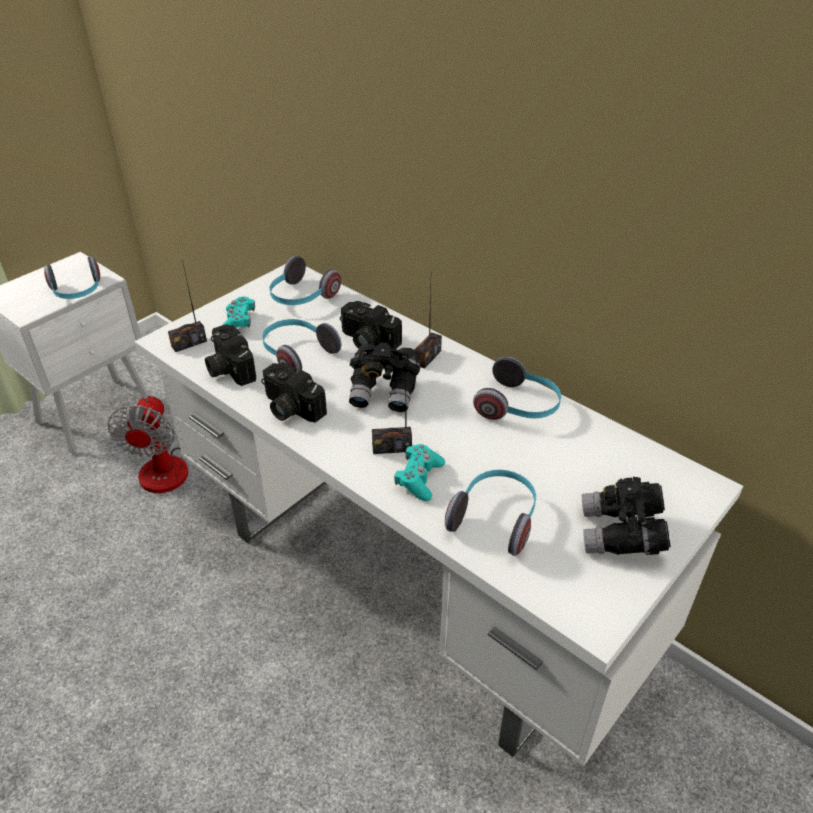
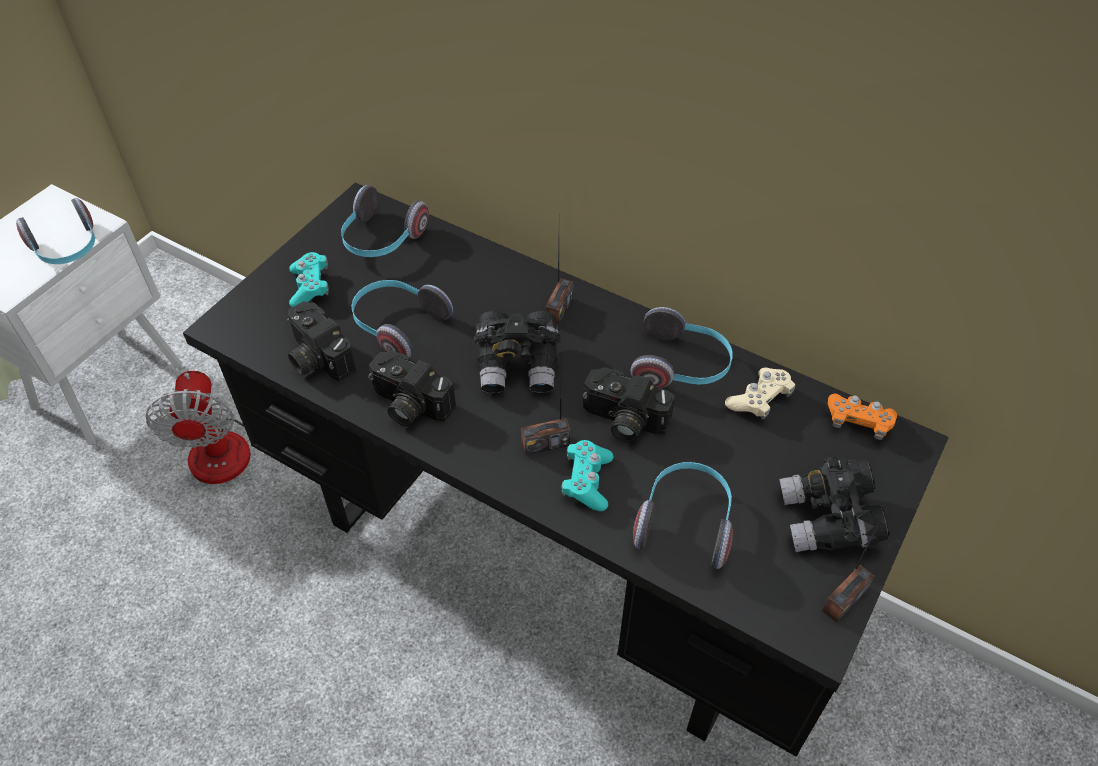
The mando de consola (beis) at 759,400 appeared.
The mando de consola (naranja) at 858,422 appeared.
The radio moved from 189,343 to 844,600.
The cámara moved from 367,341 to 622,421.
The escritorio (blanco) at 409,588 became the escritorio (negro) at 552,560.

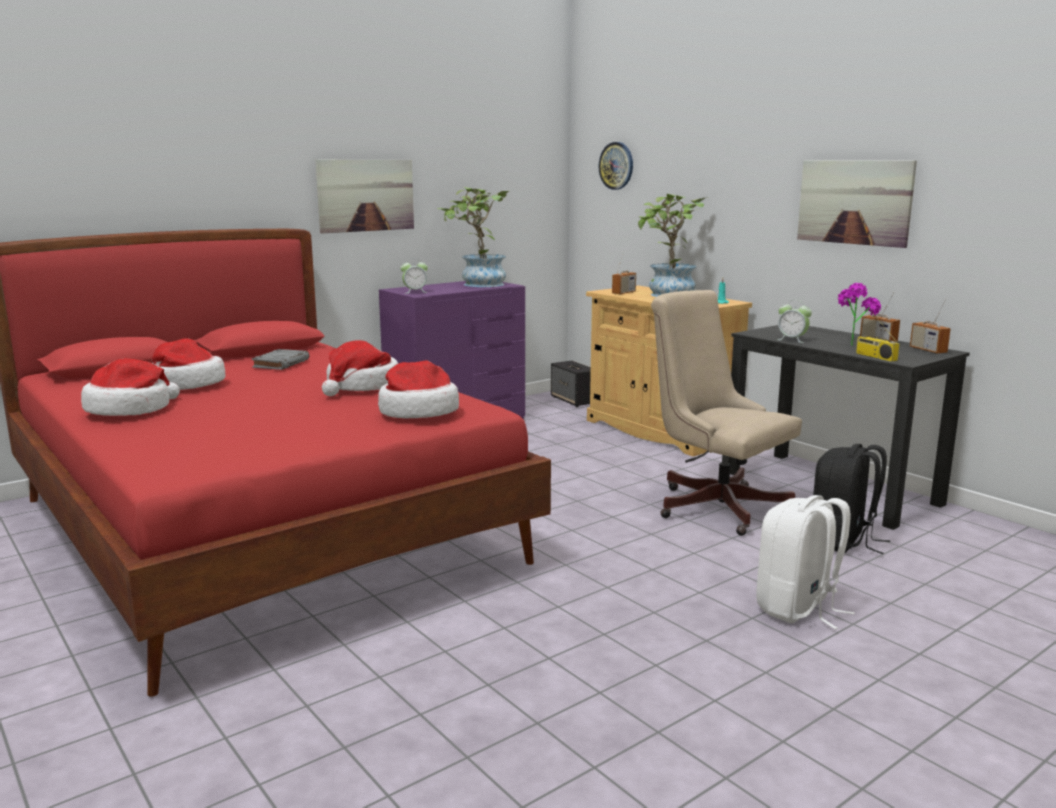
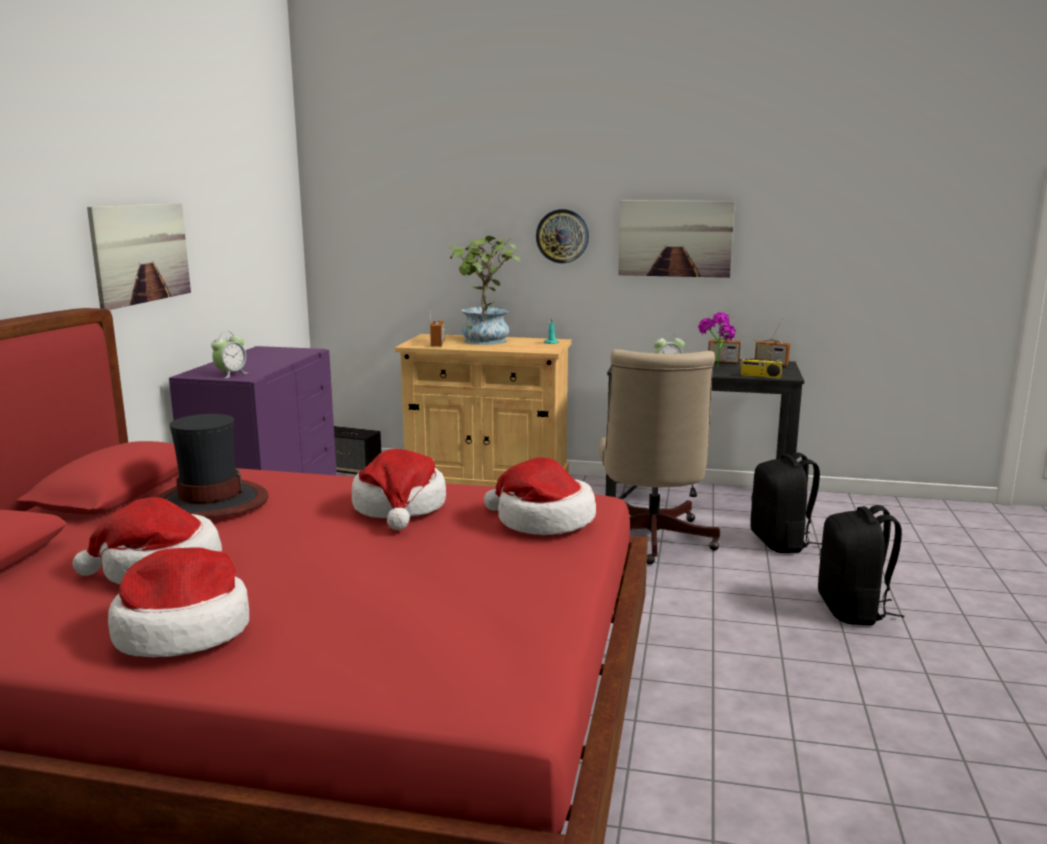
The planta en maceta at 478,284 disappeared.
The reloj de pared moved from 616,166 to 562,236.
The libro (gris) at 281,363 was replaced by the sombrero at 209,503.
The mochila (blanco) at 798,609 became the mochila (negro) at 853,611.
The silla de oficina (beis) at 714,505 turned 90 degrees counterclockwise.

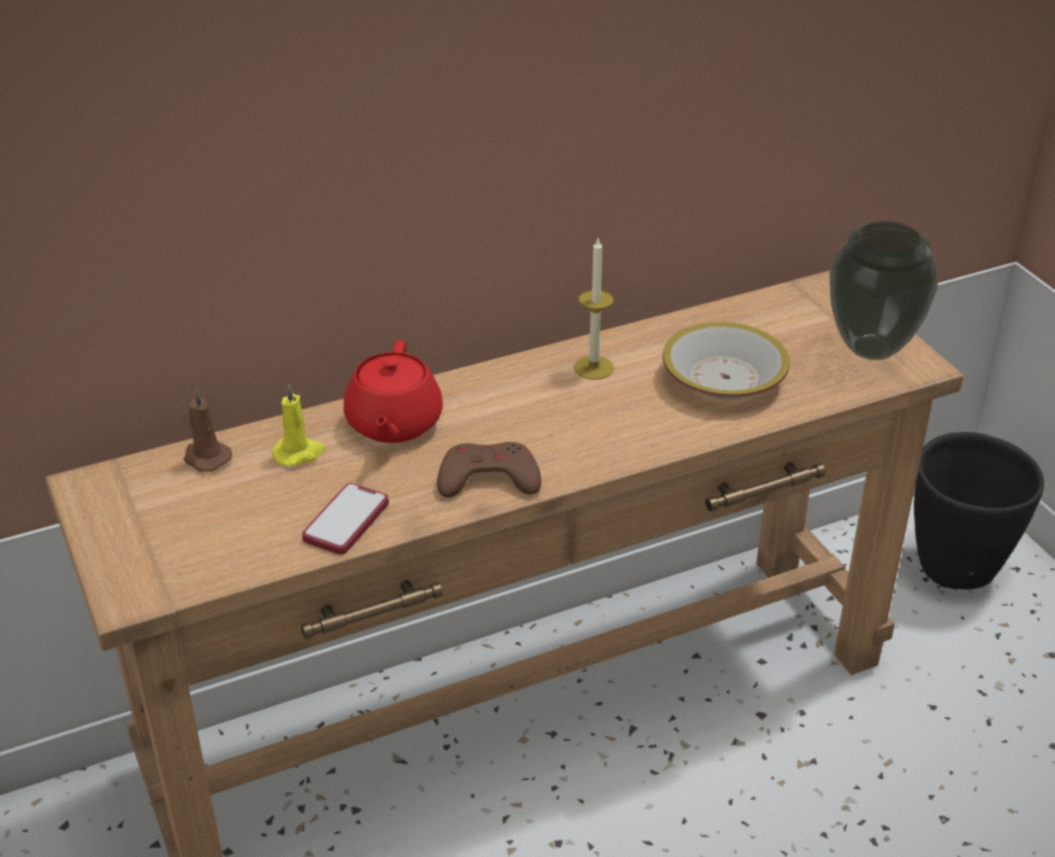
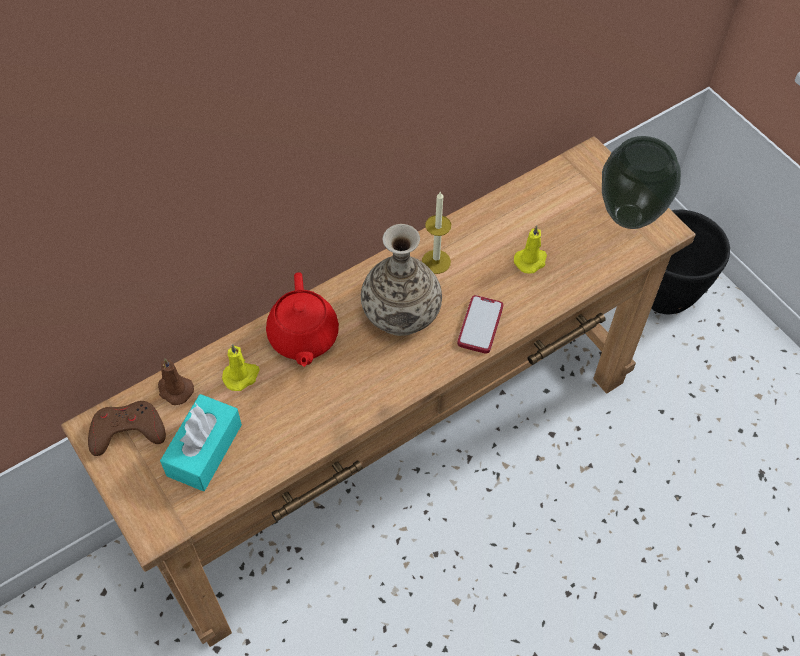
The caja de pañuelos (turquesa) at 204,450 appeared.
The florero at 400,312 appeared.
The móvil moved from 346,521 to 480,325.
The mando de consola (marrón) moved from 488,478 to 127,431.
The cuenco at 725,379 was replaced by the vela (amarillo) at 531,260.

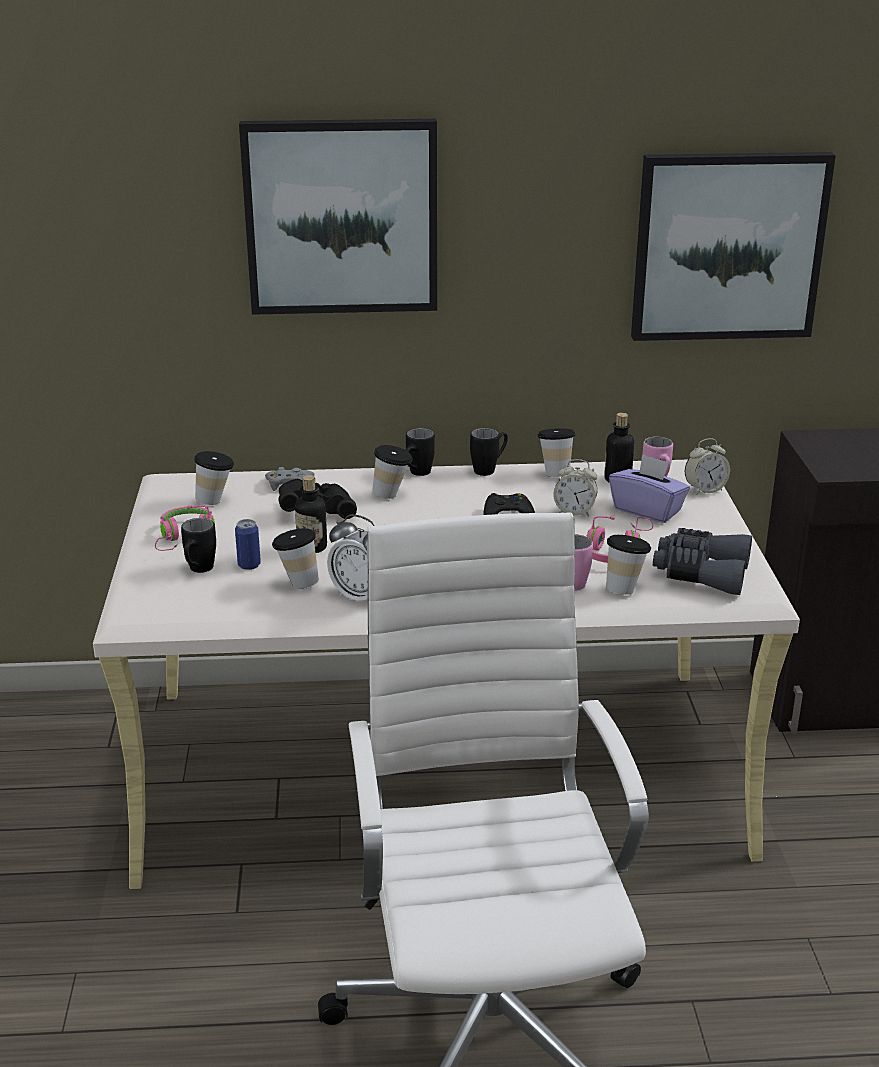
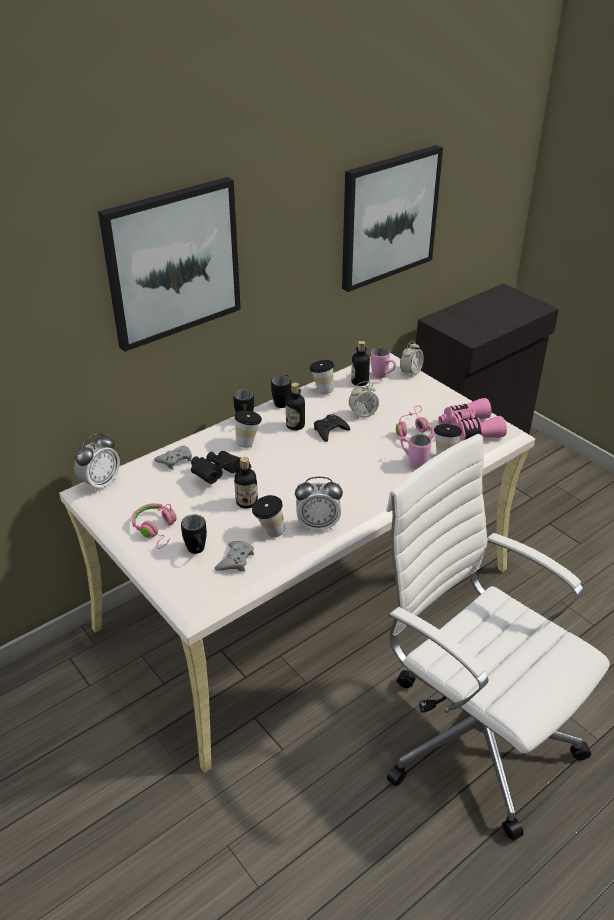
The taza at 216,501 disappeared.
The lata at 249,565 disappeared.
The caja de pañuelos (morado) at 647,510 disappeared.
The despertador at 100,483 appeared.
The mando de consola (gris) at 235,560 appeared.
The botella at 295,425 appeared.
The prismáticos (gris) at 701,573 became the prismáticos (rosa) at 468,429.

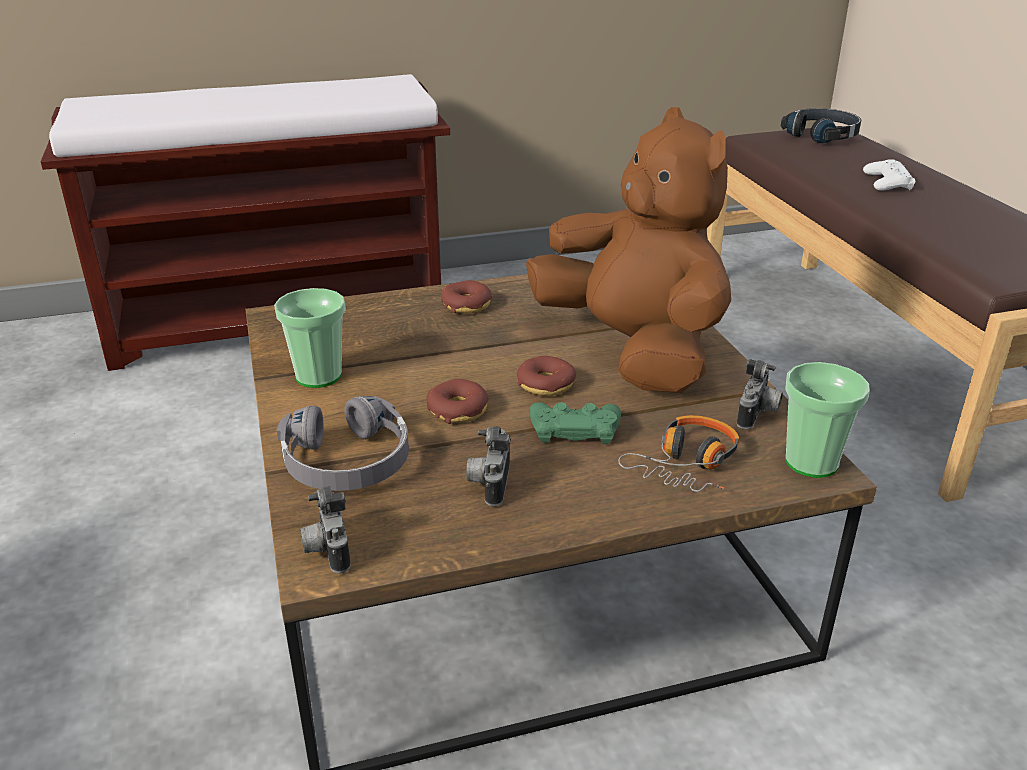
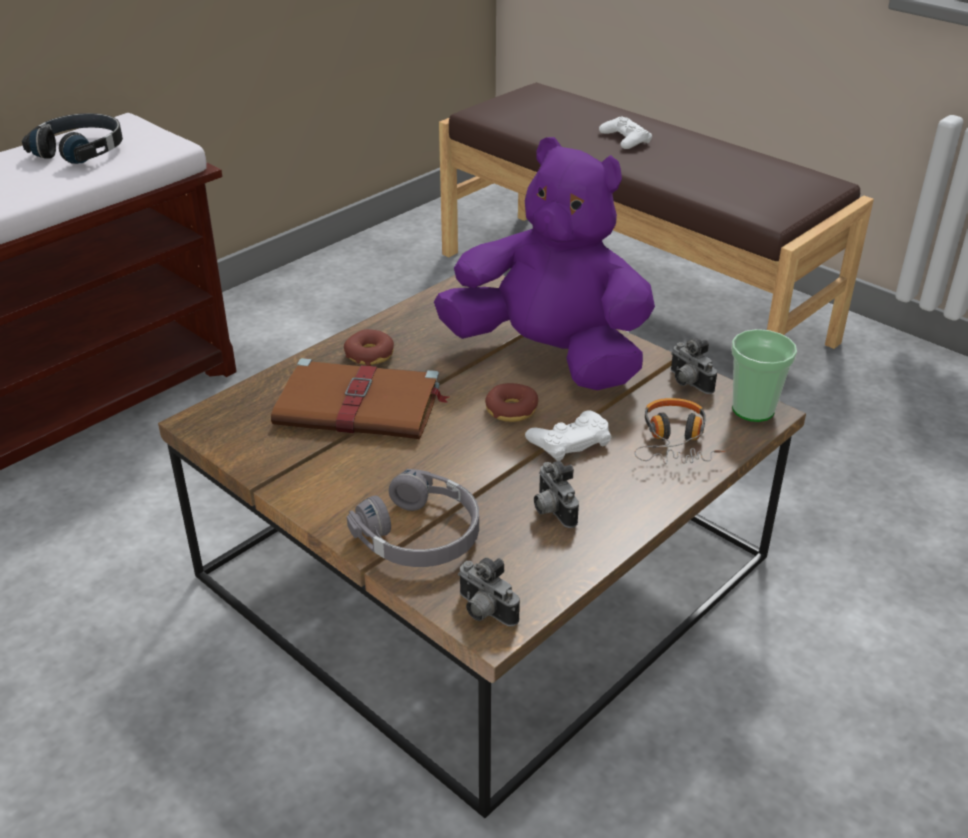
The taza at 318,376 disappeared.
The rosquilla at 458,410 disappeared.
The libro (marrón) at 361,406 appeared.
The auriculares (negro) moved from 822,135 to 81,150.
The peluche (marrón) at 633,351 became the peluche (morado) at 549,356.
The mando de consola (verde) at 574,429 became the mando de consola (blanco) at 569,441.
The cámara at 758,415 turned 150 degrees clockwise.

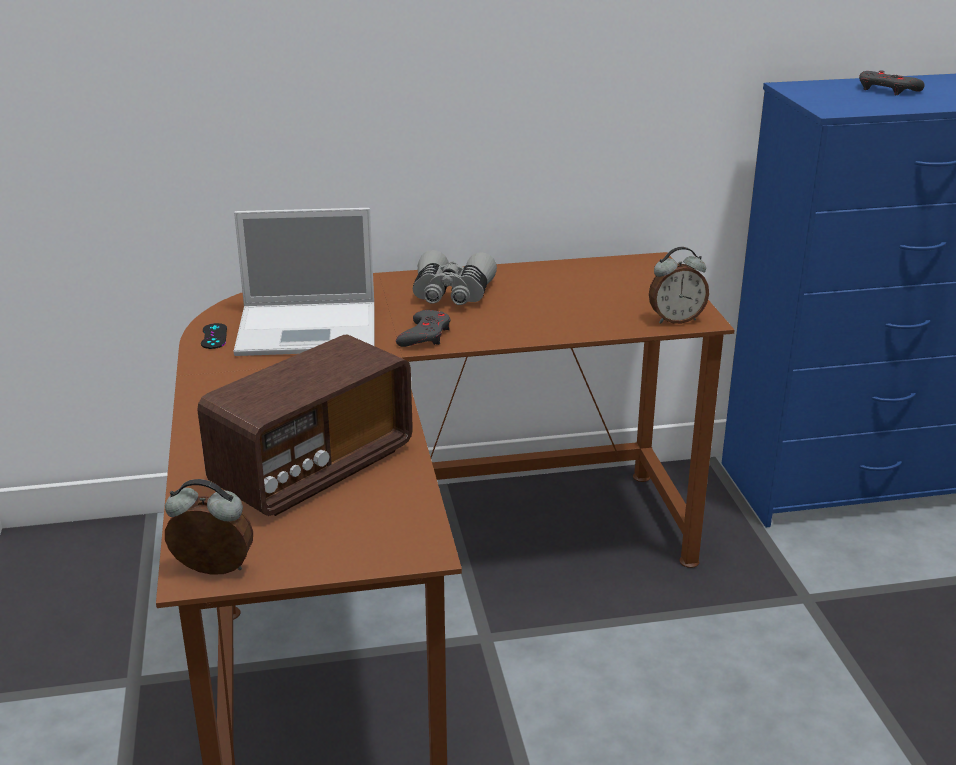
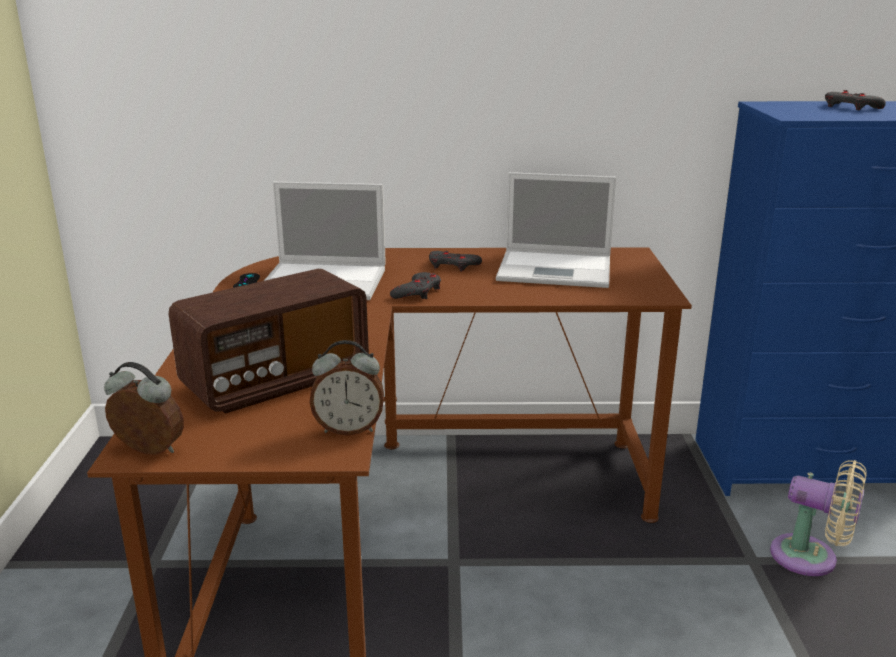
The portátil at 557,270 appeared.
The ventilador (beis) at 811,558 appeared.
The despertador moved from 675,319 to 349,429.
The prismáticos (gris) at 452,294 was replaced by the mando de consola (gris) at 453,265.

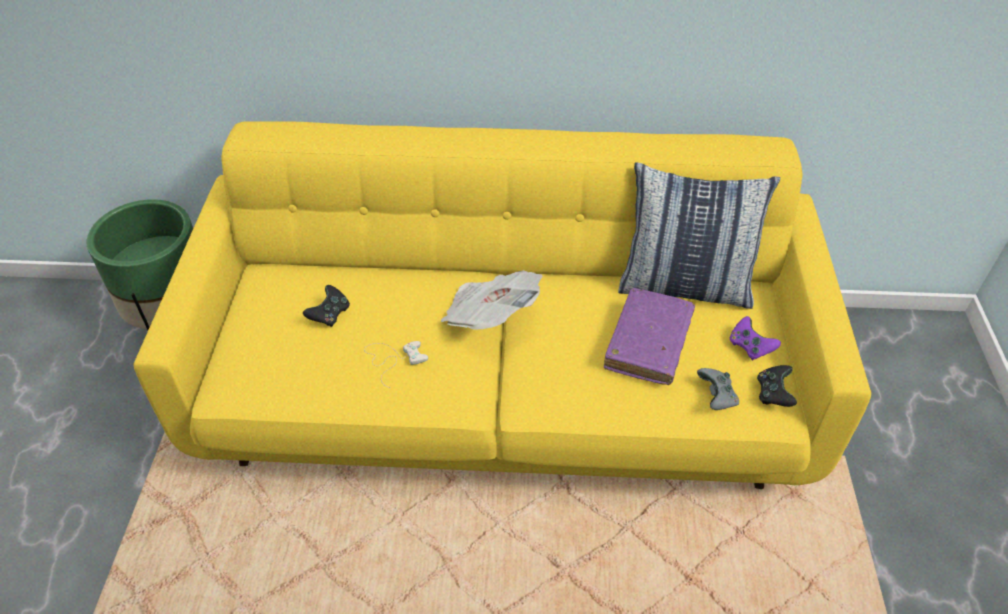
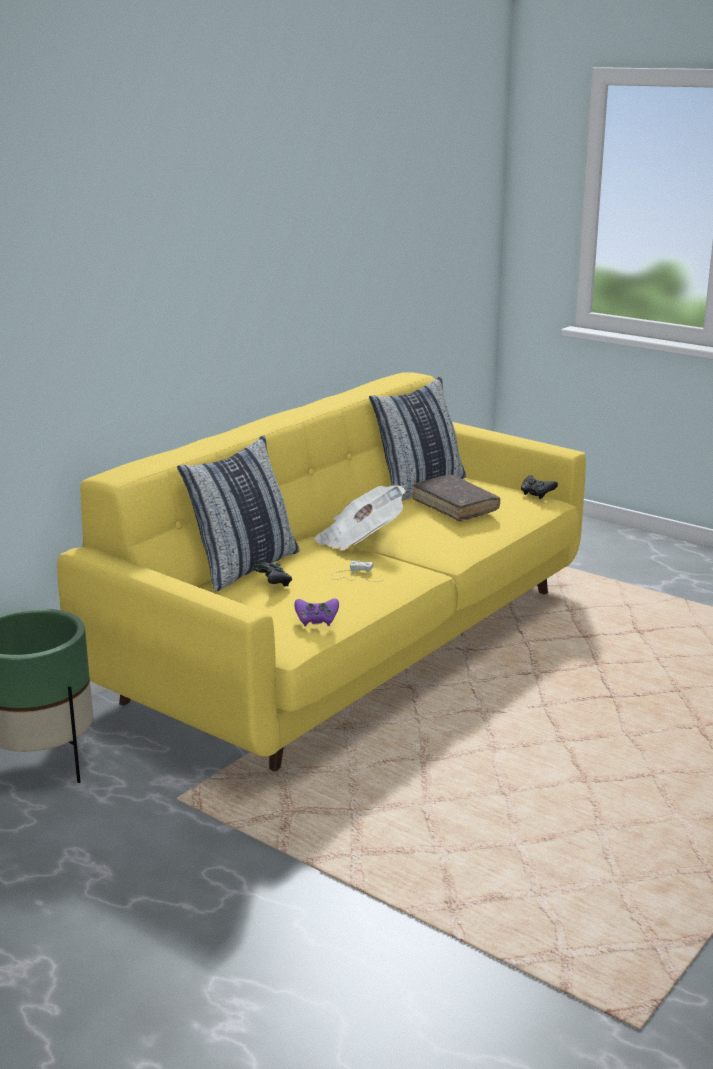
The mando de consola (gris) at 716,397 disappeared.
The cojín at 244,567 appeared.
The mando de consola (morado) moved from 749,347 to 316,621.
The libro (morado) at 648,343 became the libro (marrón) at 455,506.

